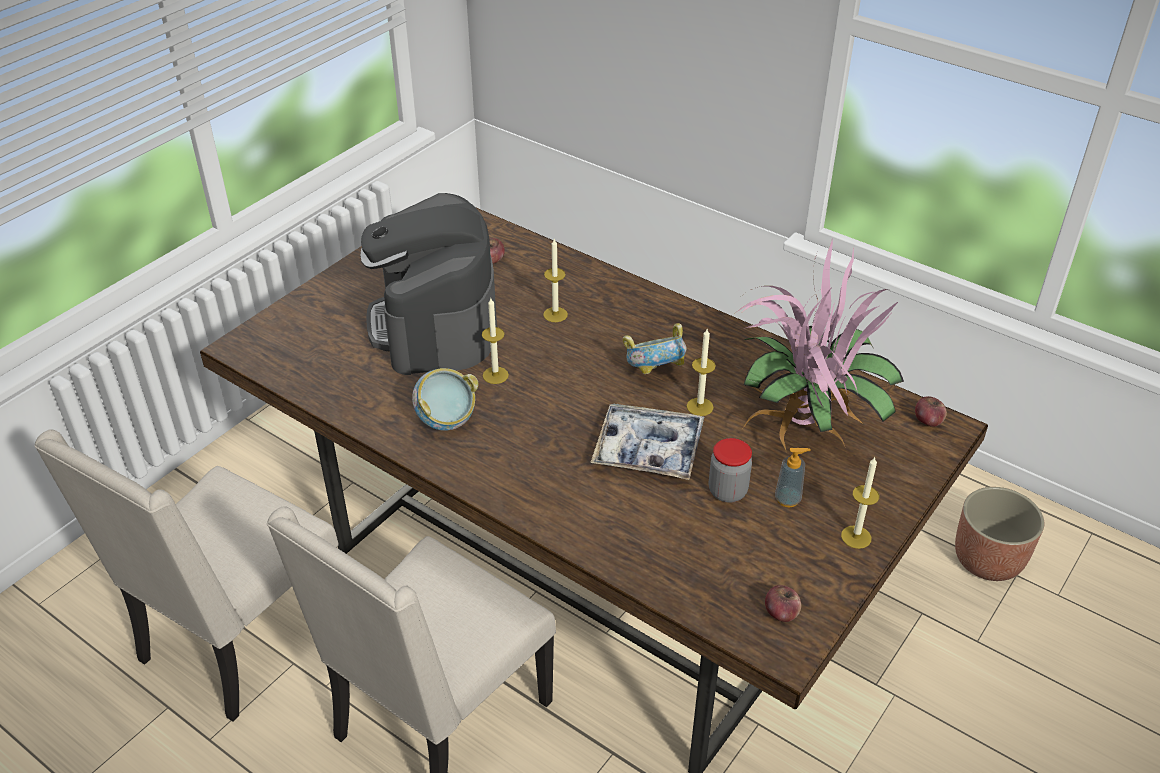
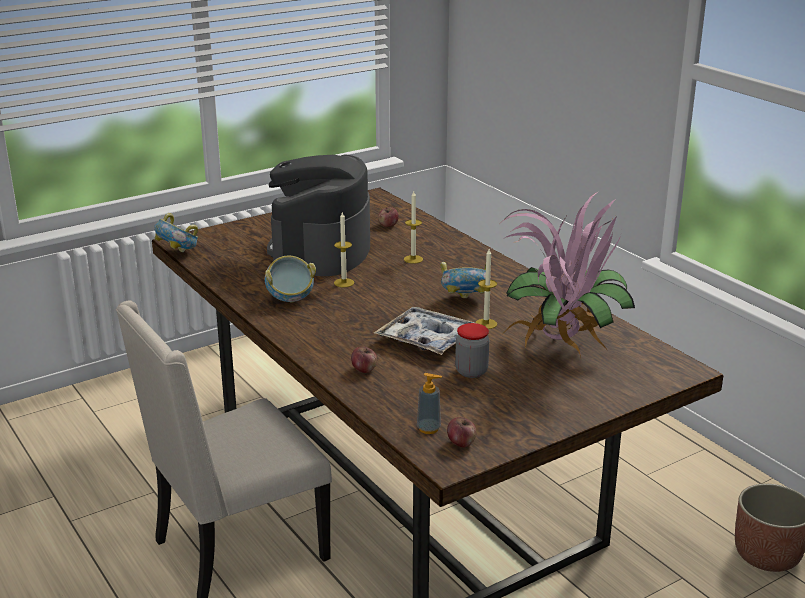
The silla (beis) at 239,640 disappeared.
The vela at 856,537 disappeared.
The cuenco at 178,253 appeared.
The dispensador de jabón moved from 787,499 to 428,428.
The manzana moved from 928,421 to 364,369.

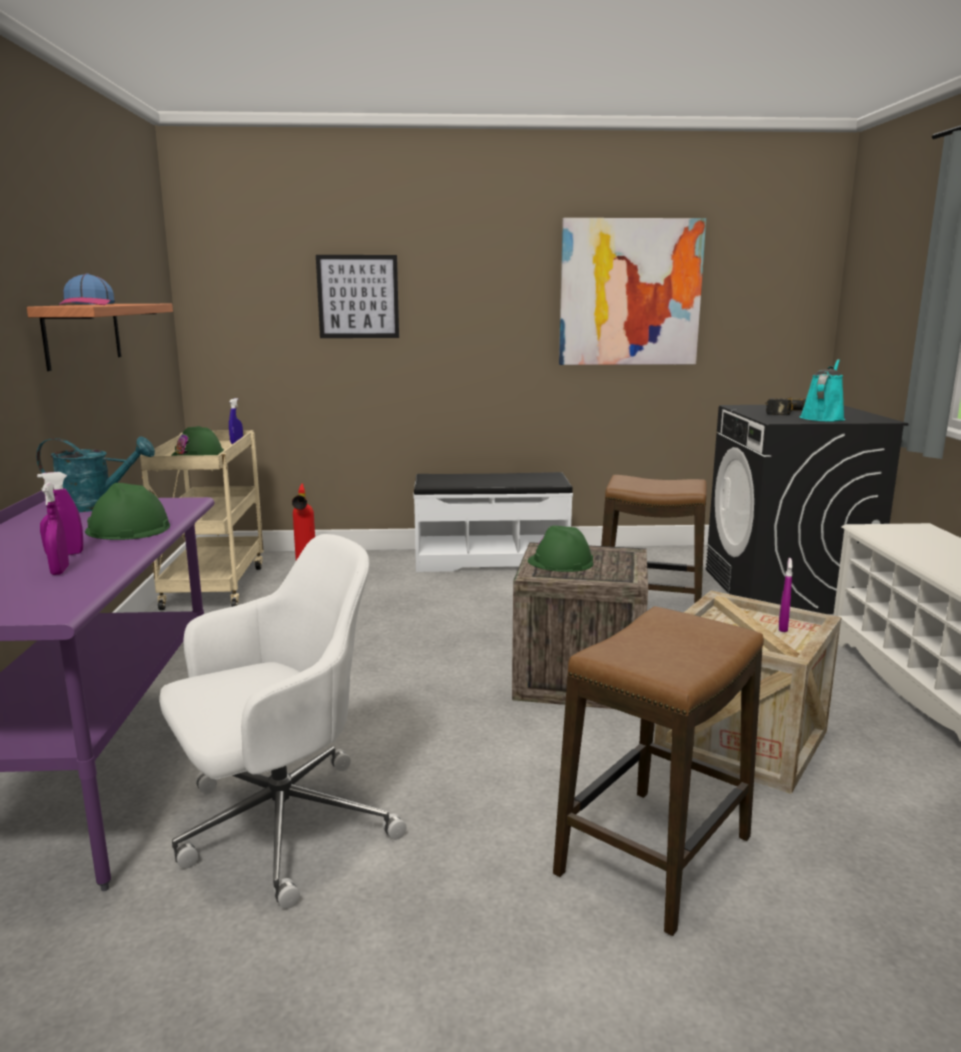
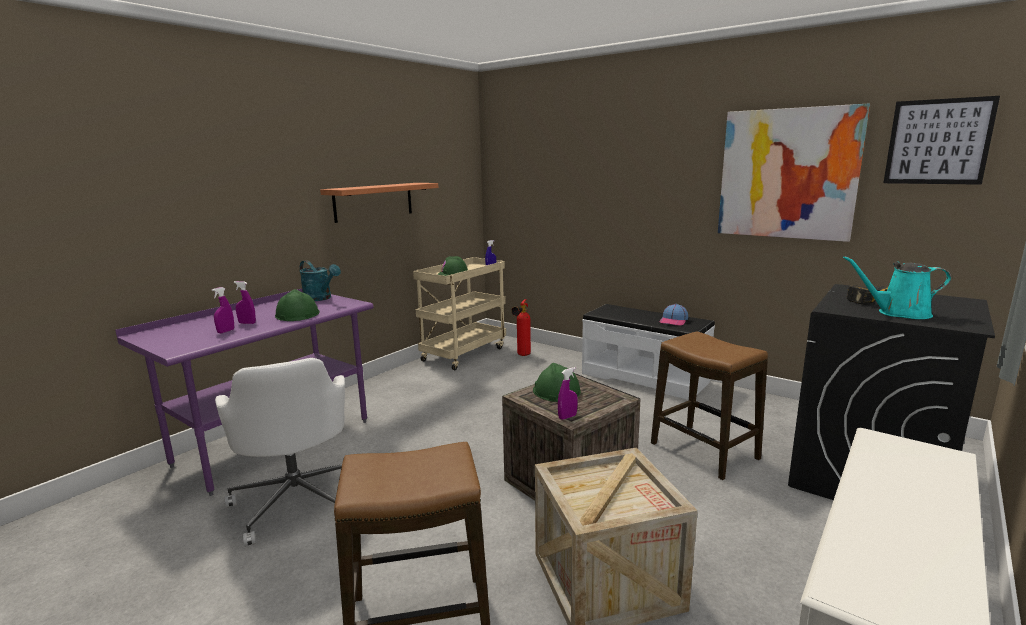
The gorra moved from 87,305 to 673,321.
The cuadro moved from 358,297 to 938,142.
The pulverizador (morado) moved from 782,627 to 567,417.
The silla de oficina (blanco) at 279,827 turned 60 degrees clockwise.
The regadera (turquesa) at 822,418 turned 150 degrees counterclockwise.

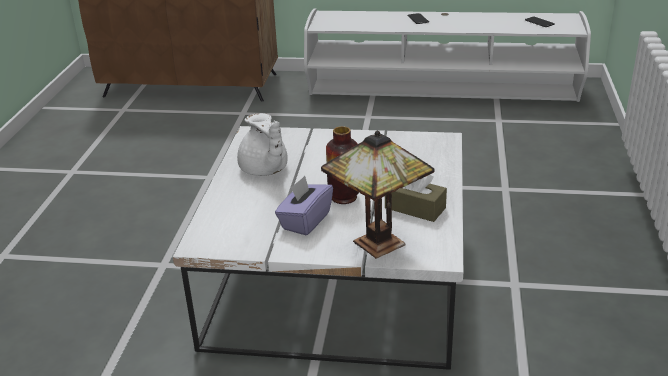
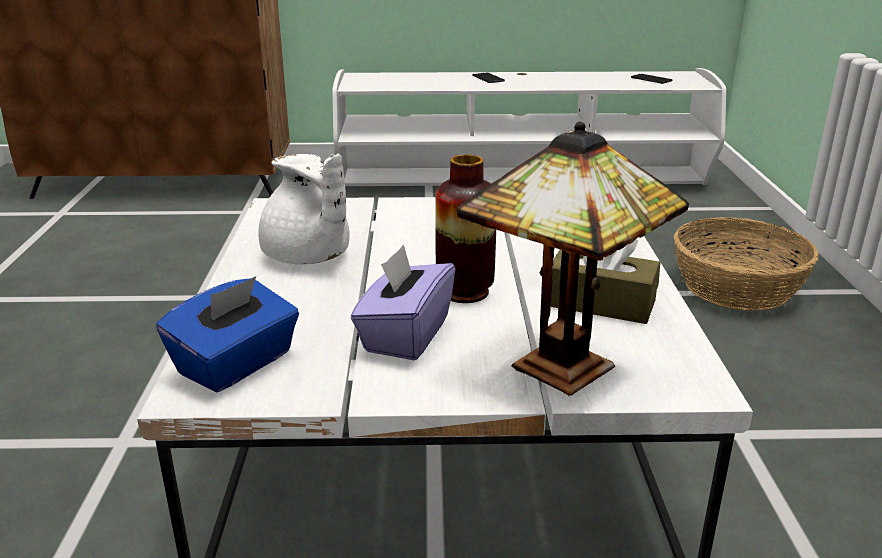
The caja de pañuelos (azul) at 236,364 appeared.
The cesta at 737,287 appeared.

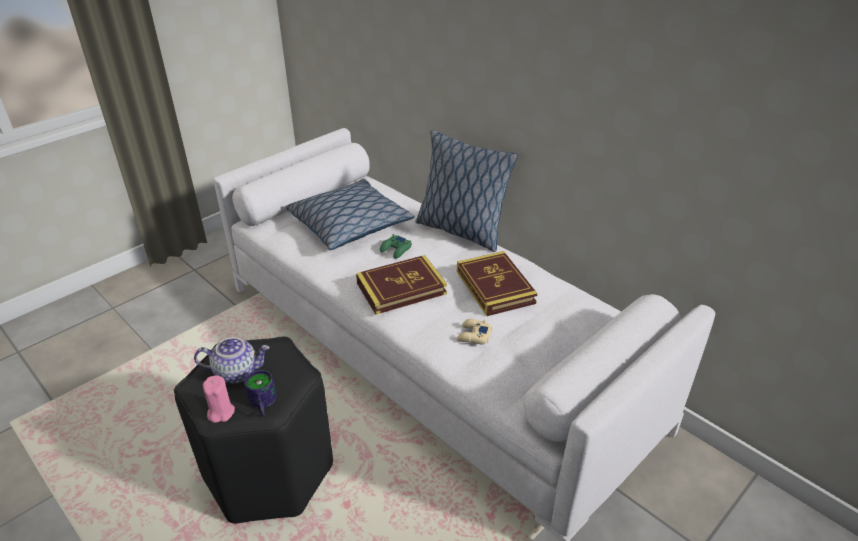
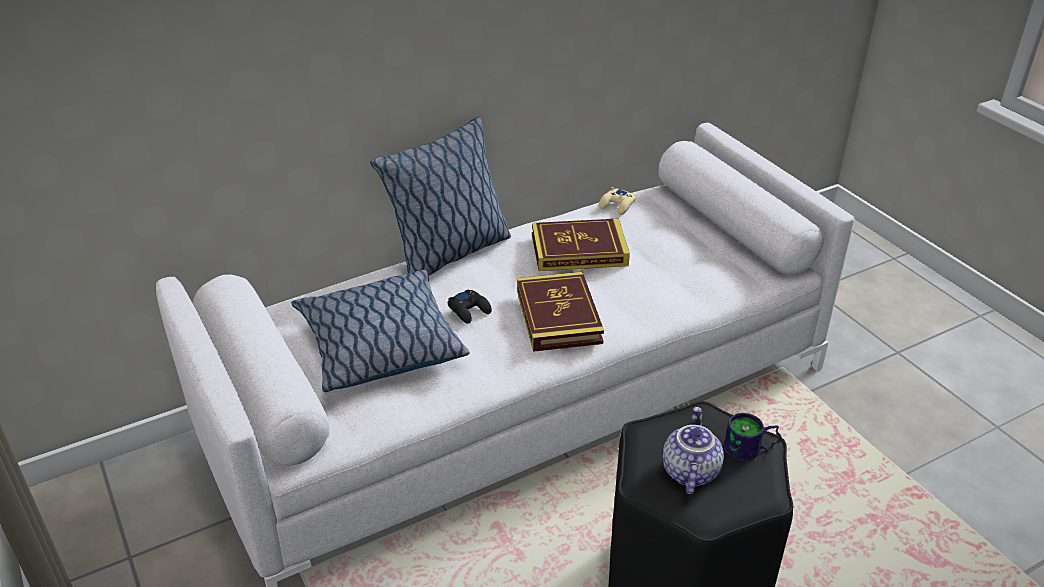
The vela (rosa) at 221,412 disappeared.
The mando de consola (beis) moved from 473,336 to 617,205.
The mando de consola (verde) at 396,250 became the mando de consola (negro) at 469,310.

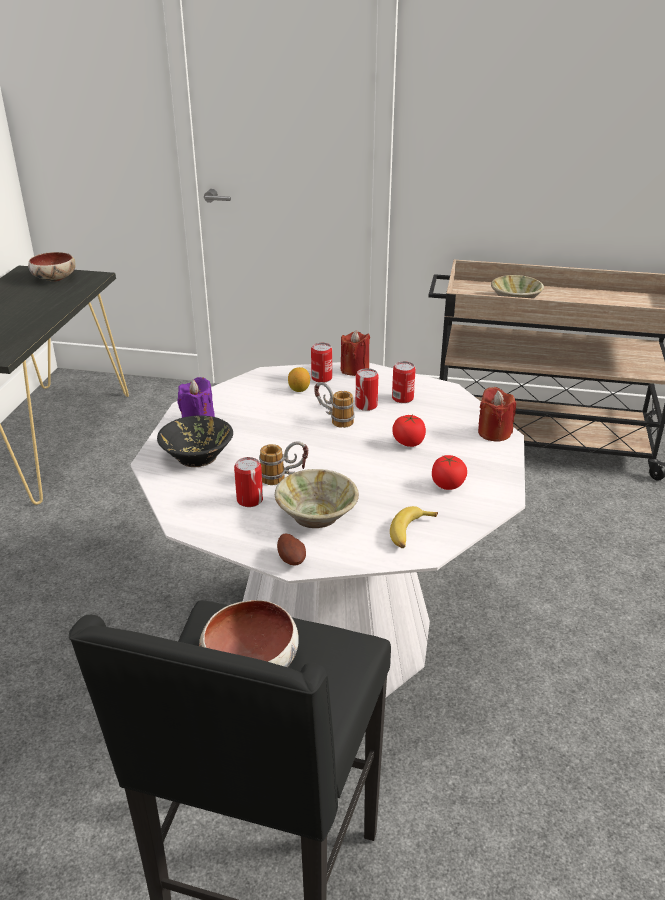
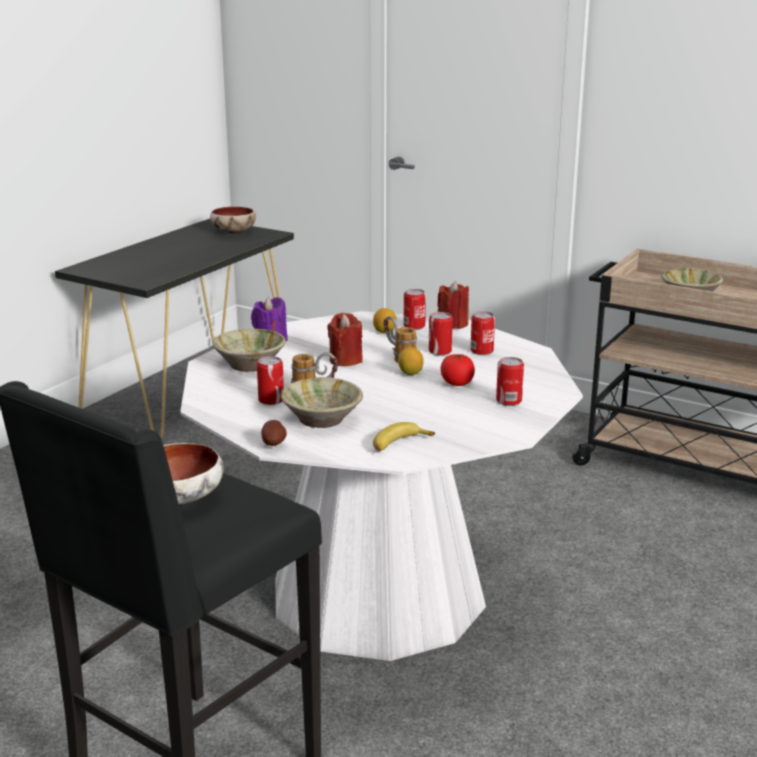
The tomate at 447,485 disappeared.
The limón at 410,373 appeared.
The lata at 509,401 appeared.
The vela (rojo) moved from 494,433 to 345,360.
The cuenco (negro) at 197,455 became the cuenco (beis) at 250,364.

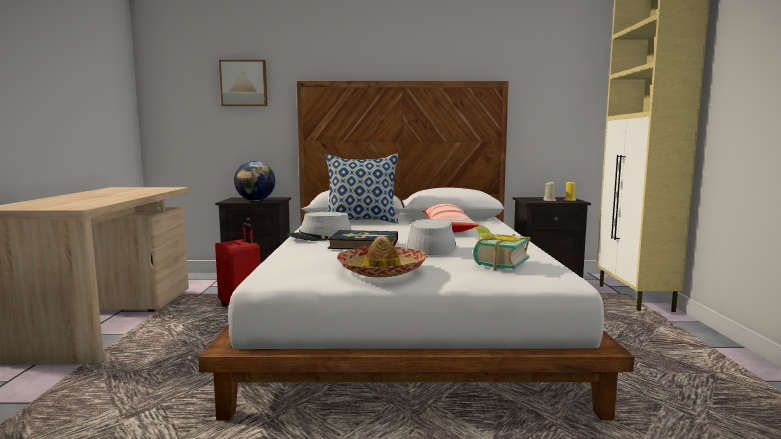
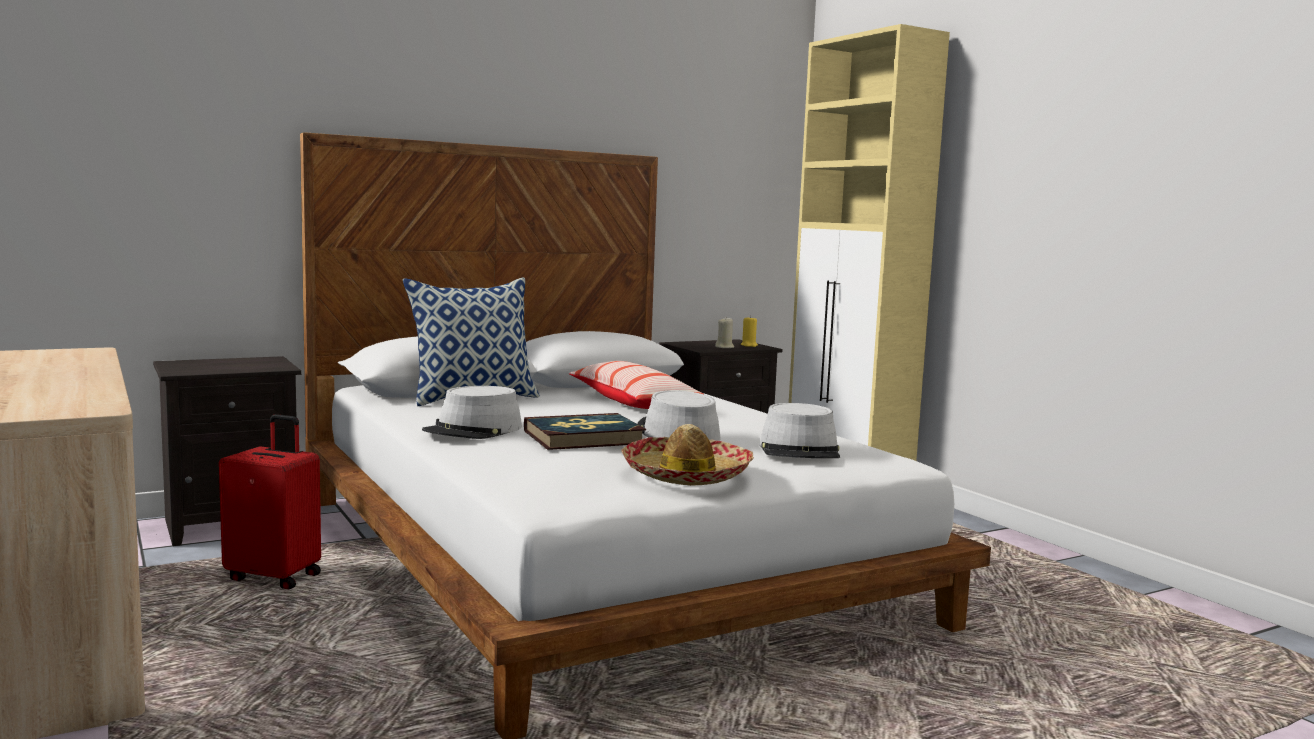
The cuadro at 244,83 disappeared.
The globo terráqueo at 255,200 disappeared.
The libro at 495,263 was replaced by the sombrero (gris) at 800,450.

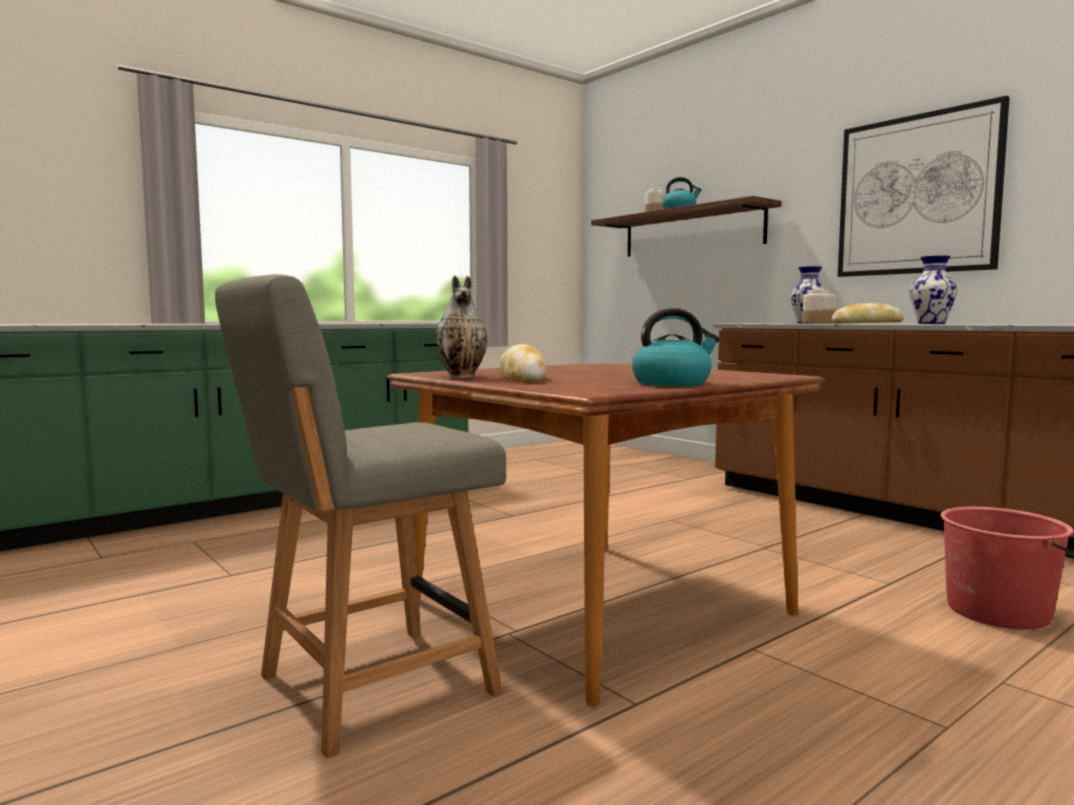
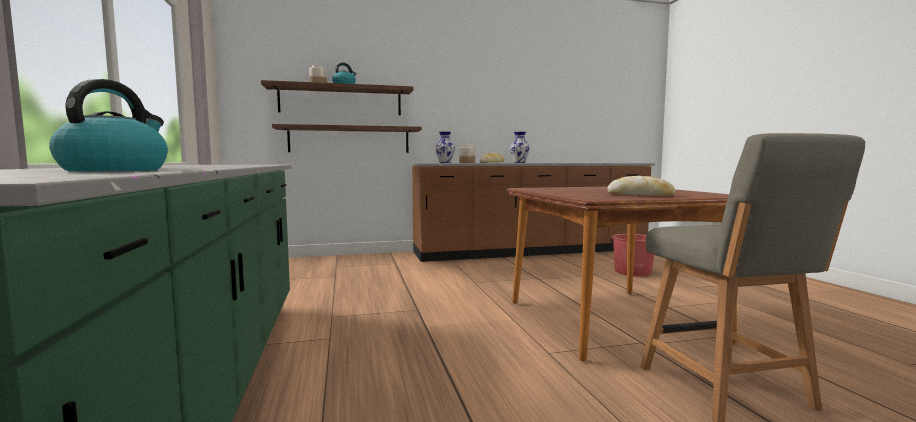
The florero at 463,376 disappeared.
The cuadro at 917,195 disappeared.
The estante at 349,140 appeared.
The hervidor moved from 672,383 to 115,170.

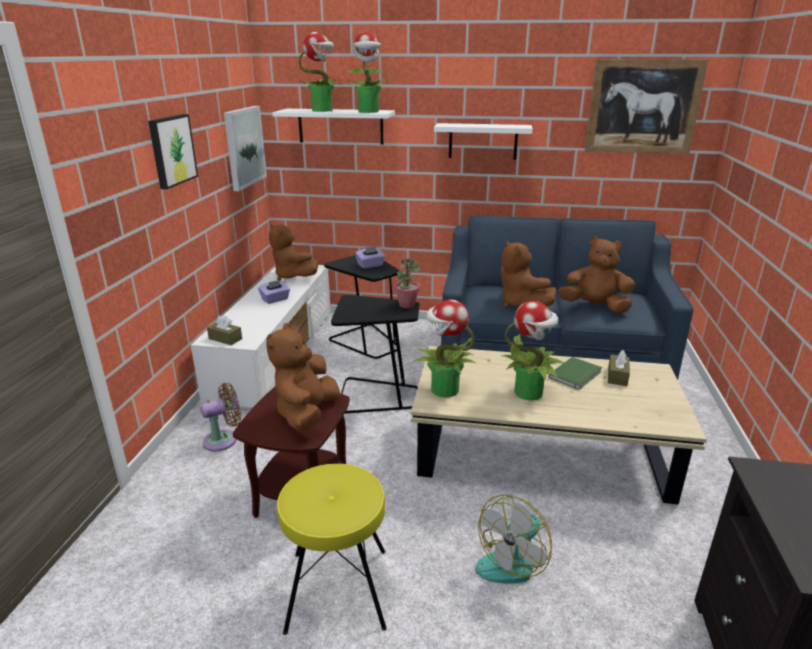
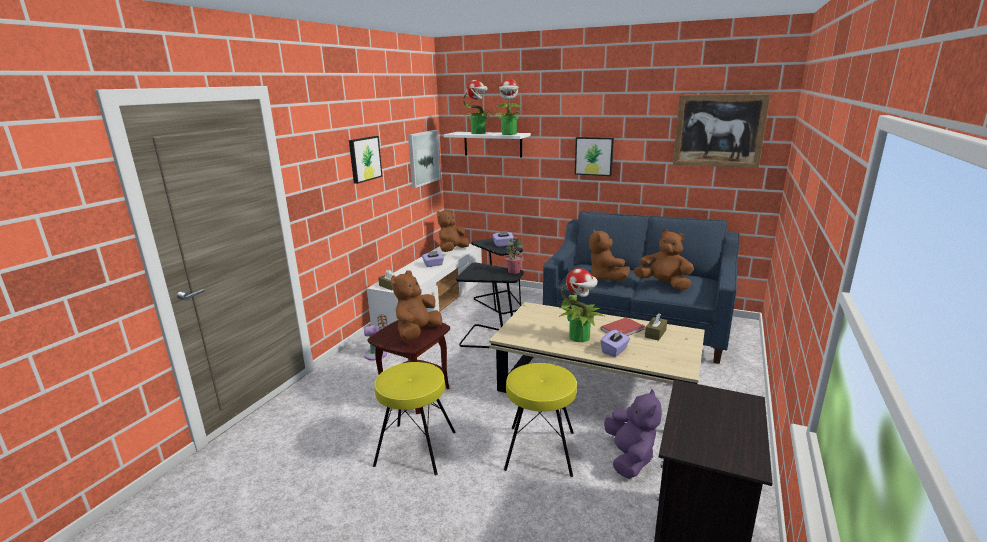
The planta en maceta at 443,390 disappeared.
The caja de pañuelos (morado) at 614,351 appeared.
The peluche (morado) at 629,458 appeared.
The estante (blanco) at 483,141 was replaced by the cuadro at 594,156.
The ventilador at 513,560 was replaced by the taburete (amarillo) at 540,450.
The libro (verde) at 576,375 became the libro (rojo) at 623,330.
The peluche (marrón) at 292,276 turned 60 degrees clockwise.

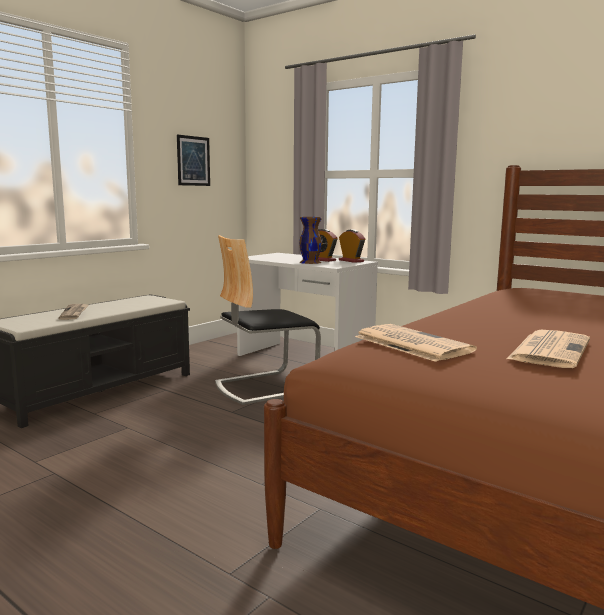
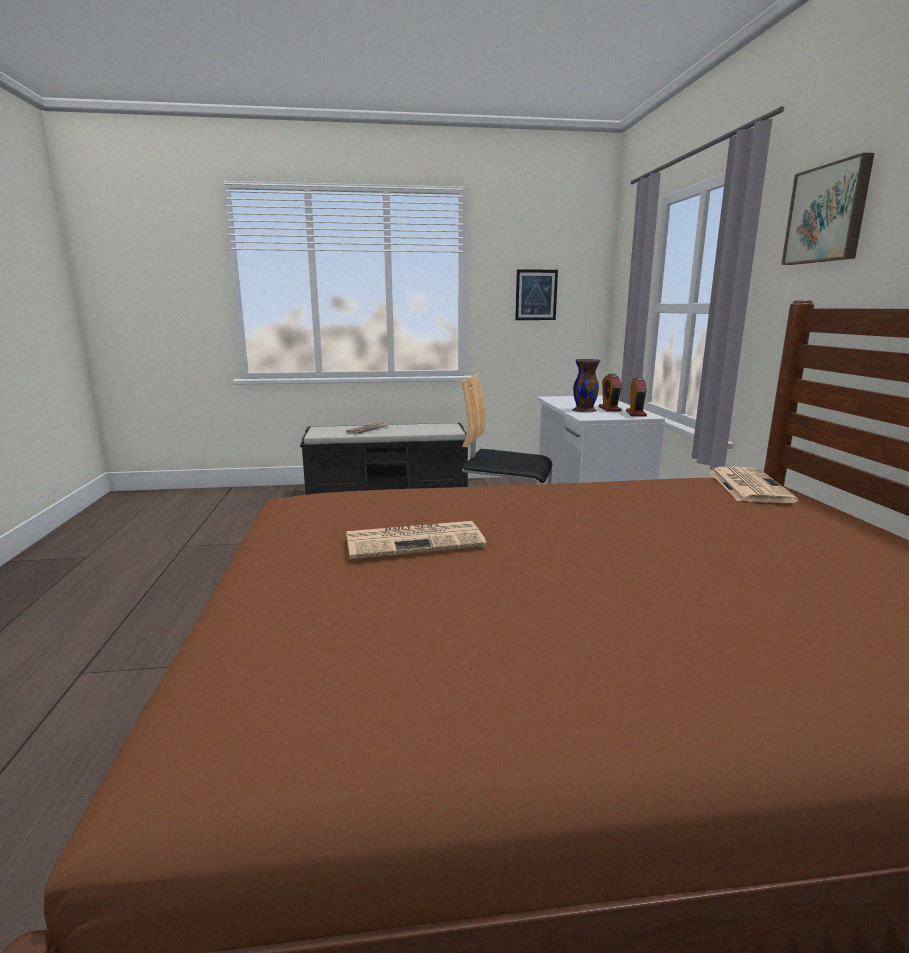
The cuadro at 828,214 appeared.
The periódico moved from 410,343 to 748,486.

